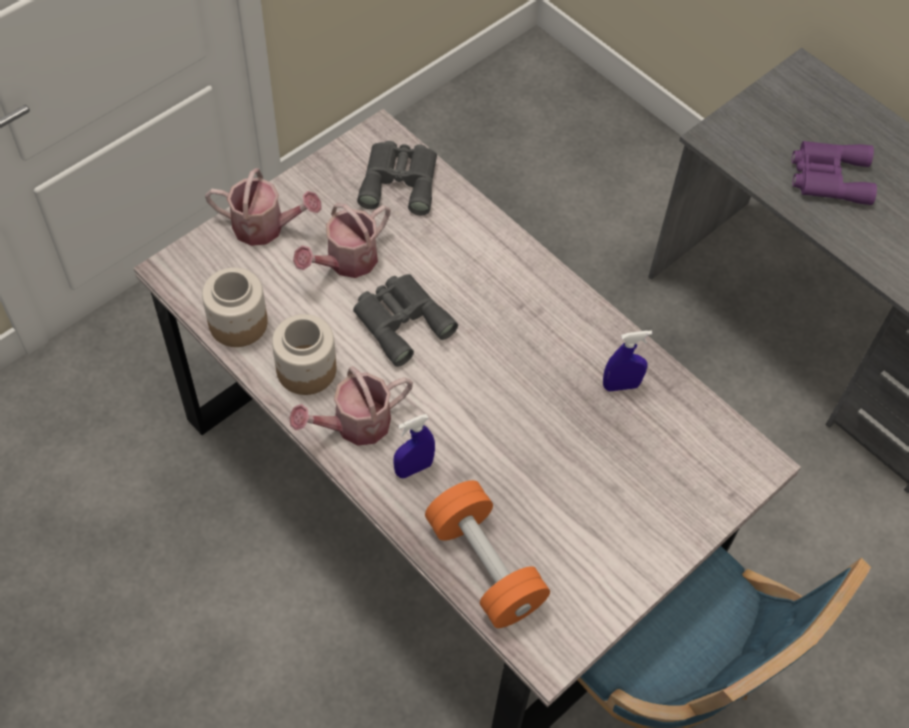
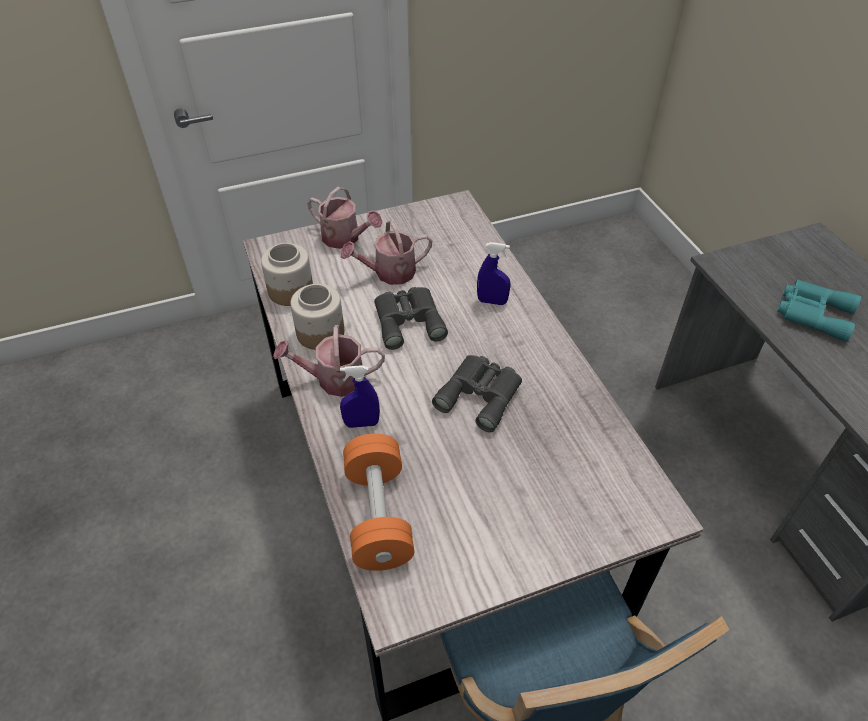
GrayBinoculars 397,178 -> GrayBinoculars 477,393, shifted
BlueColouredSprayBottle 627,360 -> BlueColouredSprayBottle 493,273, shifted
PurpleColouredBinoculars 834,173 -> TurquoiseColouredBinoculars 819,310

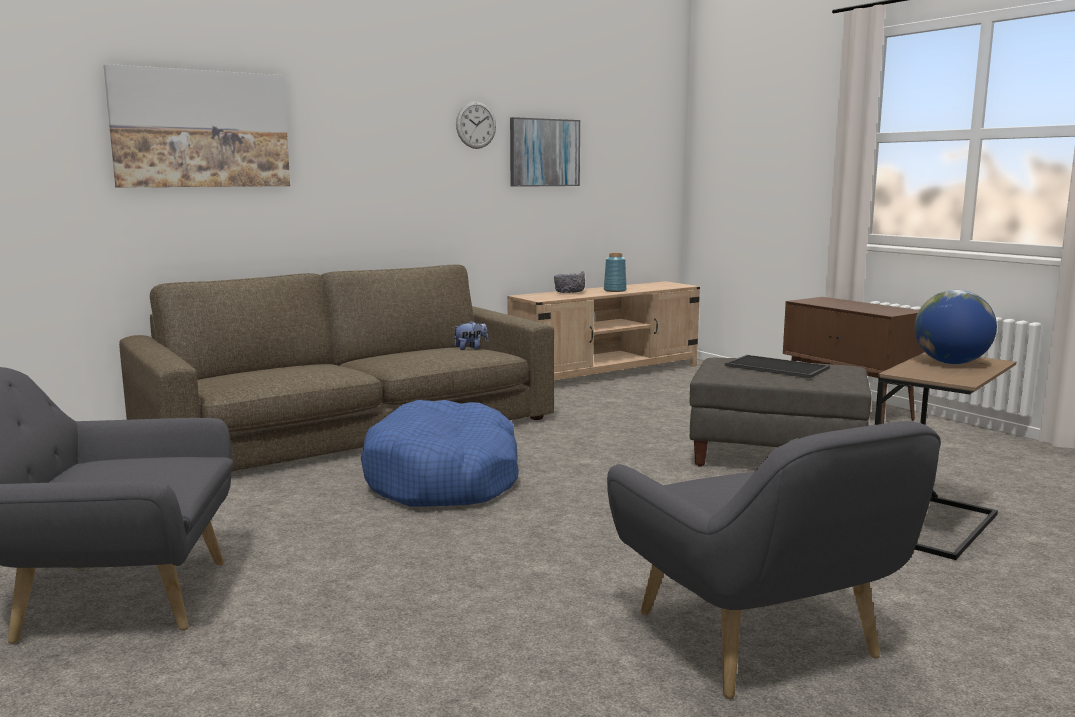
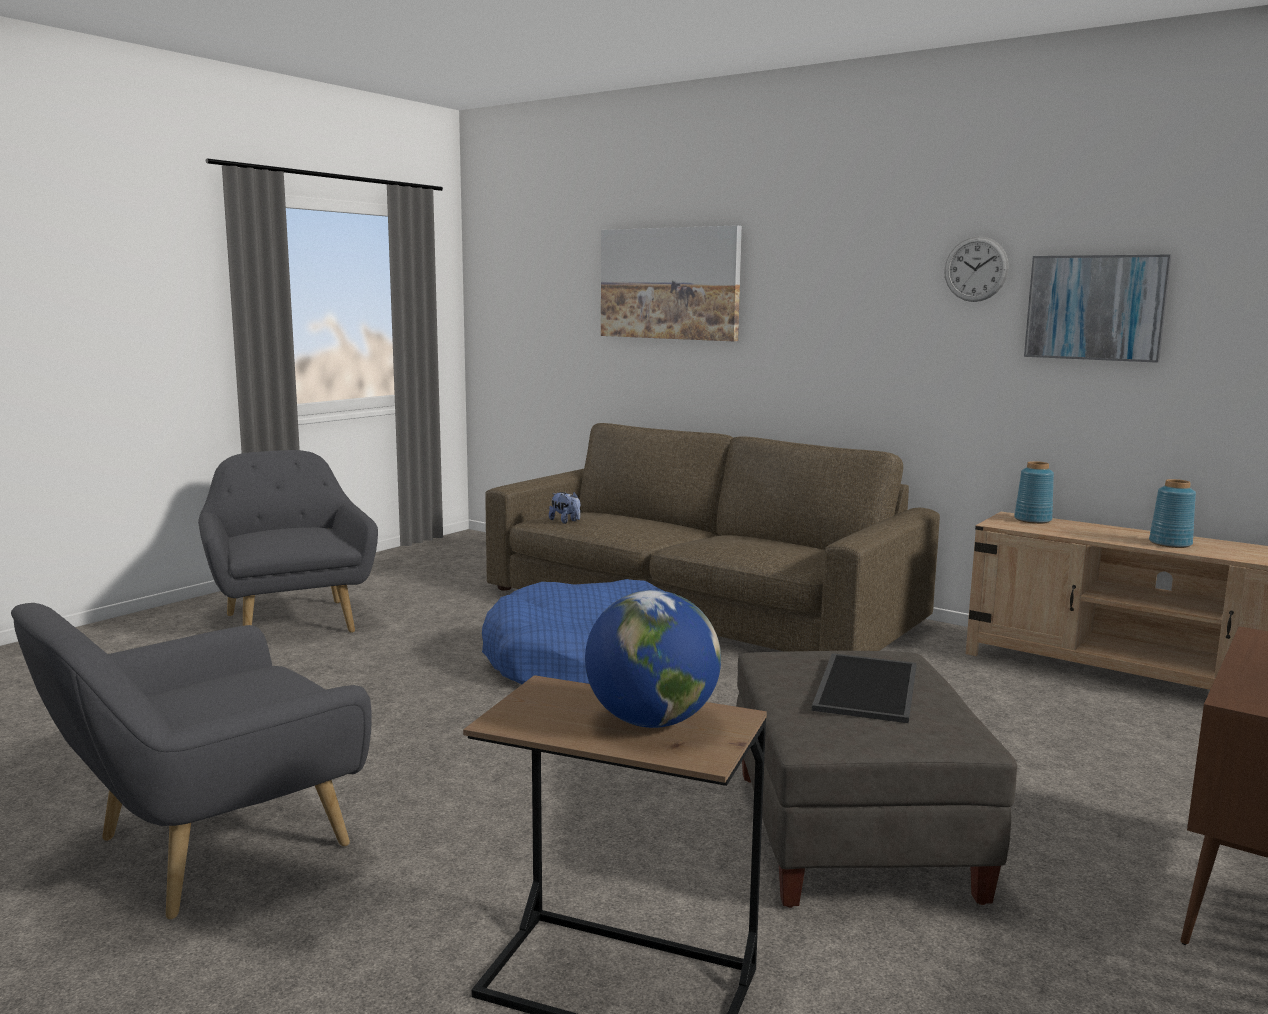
SoftToy 471,335 -> SoftToy 564,508, shifted
GrayServingBowl 569,282 -> none
none -> BlueColouredVase 1034,492

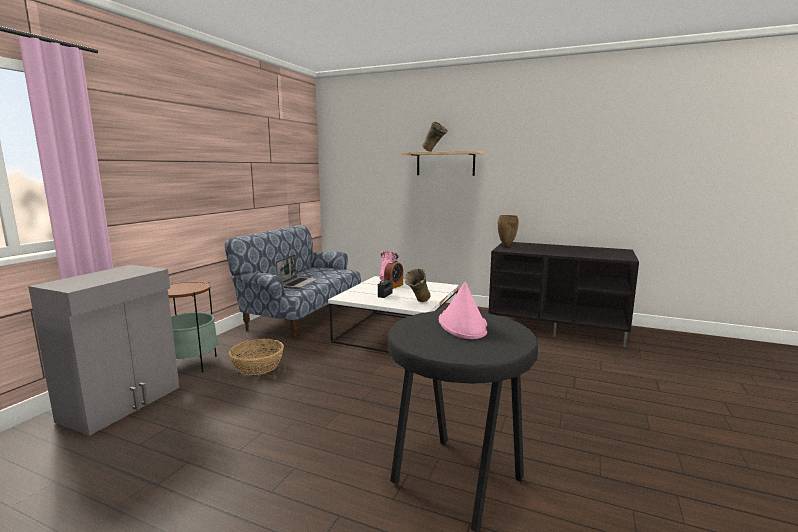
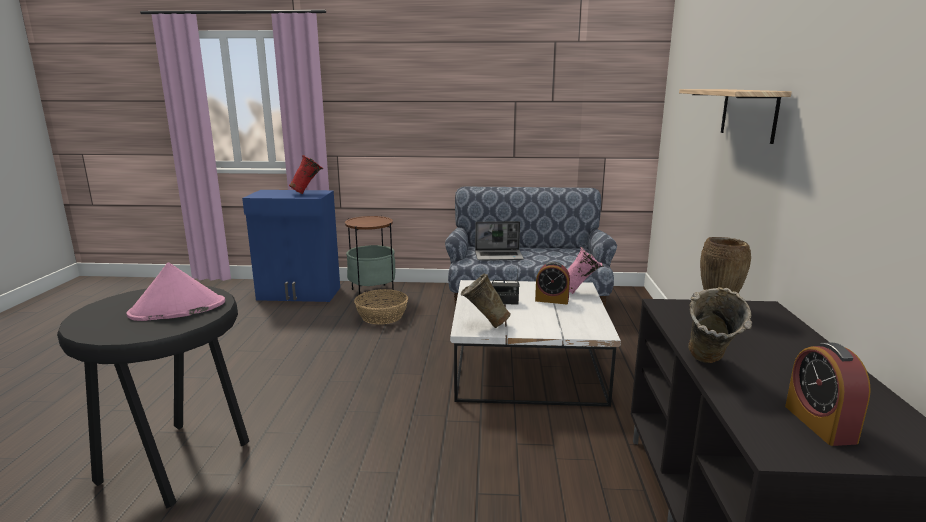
GrayCupboard 103,350 -> BlueColouredCupboard 291,246
BeigeVase 435,137 -> BeigeVase 720,325, shifted
none -> ReddishVase 306,174
none -> BedsideClock 828,394

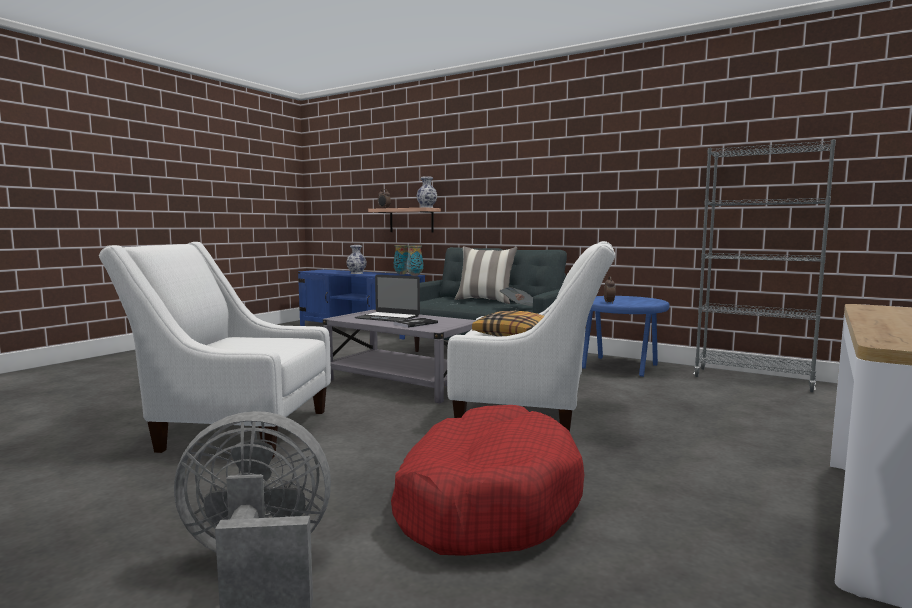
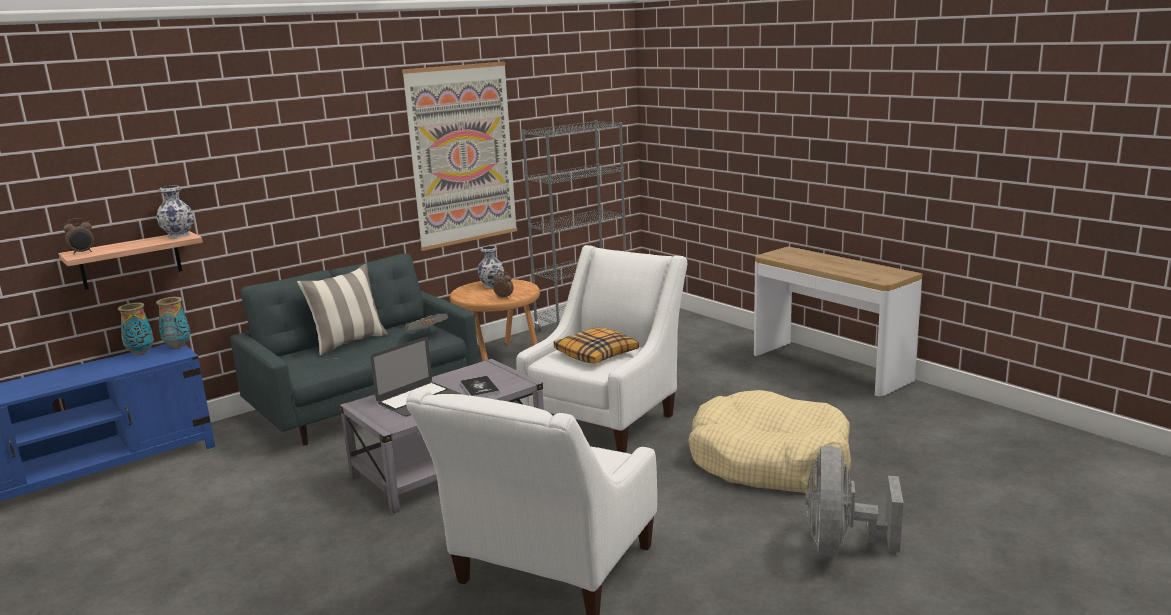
Vase 356,259 -> Vase 490,267, shifted
ReddishDogBed 487,480 -> BeigeDogBed 770,441
BlueColouredAccentTable 626,336 -> BrownAccentTable 495,320
none -> WallPicture 459,156

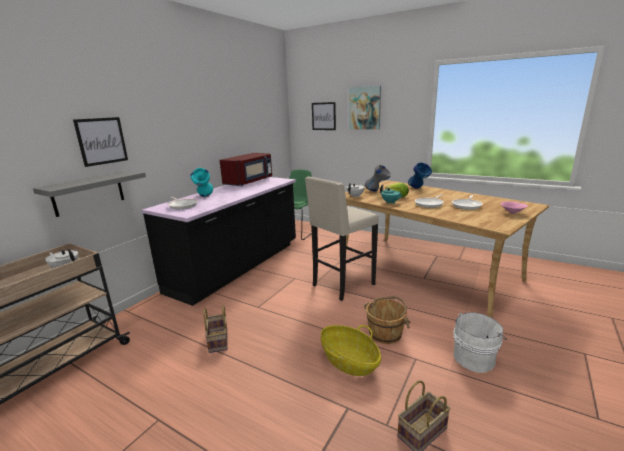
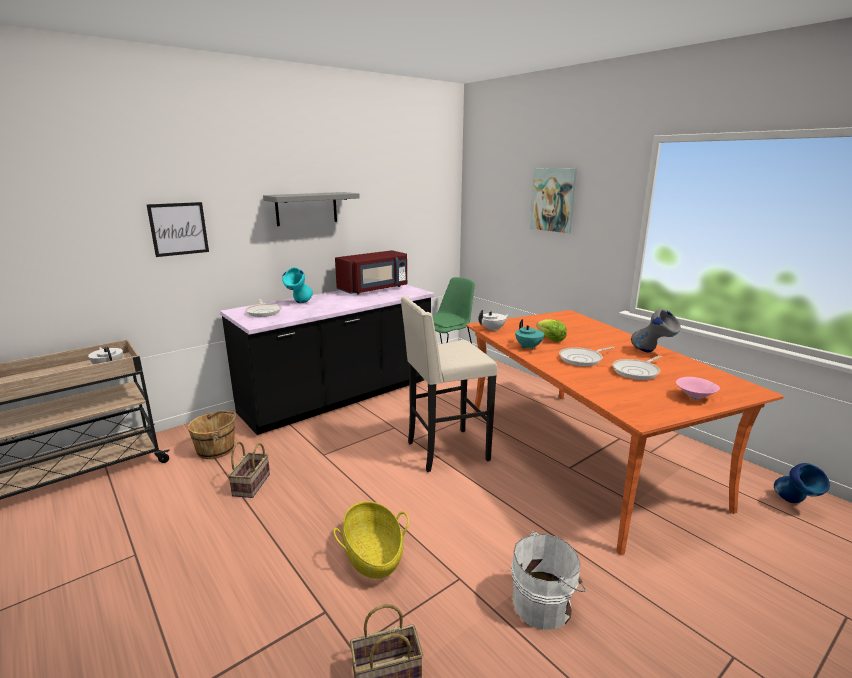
GrayShelf 89,194 -> GrayShelf 311,209, shifted
WallPicture 324,116 -> none
BeigeDinnerTable 447,249 -> OrangeColouredDinnerTable 625,432
BrownWaterBucket 387,320 -> BrownWaterBucket 212,434, shifted
GrayVase 378,178 -> GrayVase 656,330, shifted
BlueColouredVase 420,175 -> BlueColouredVase 802,483, shifted

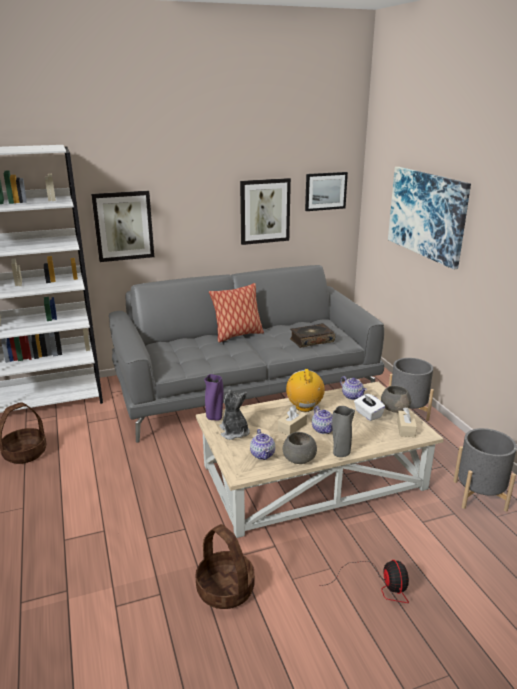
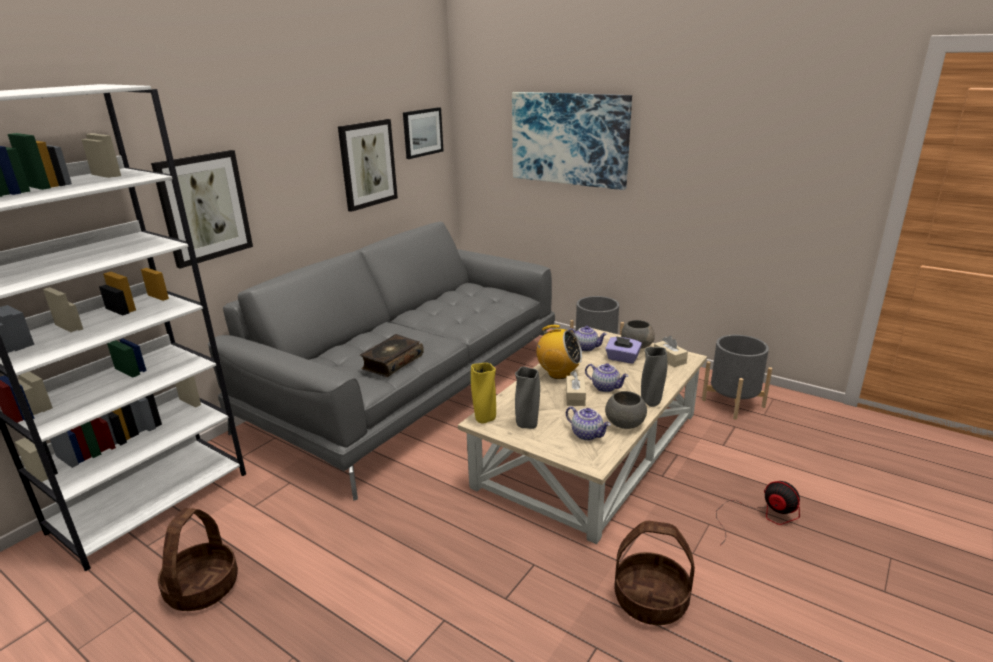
PurpleColouredVase 213,397 -> YellowColouredVase 483,393
Cushion 236,312 -> none
SoftToy 234,415 -> GrayVase 527,398
Radio 305,390 -> Radio 557,352, 150 degrees clockwise
Volume 312,335 -> Volume 392,355, shifted
WhitishBoxOfTissues 369,407 -> PurpleColouredBoxOfTissues 623,350

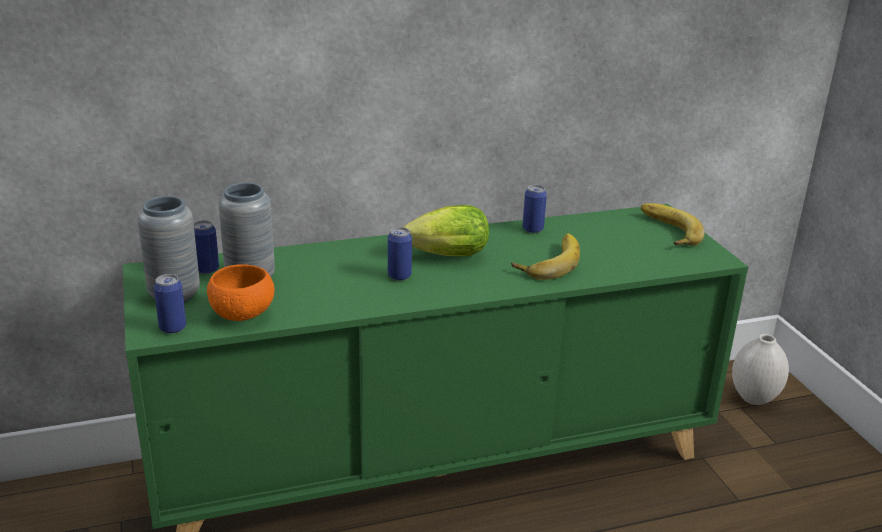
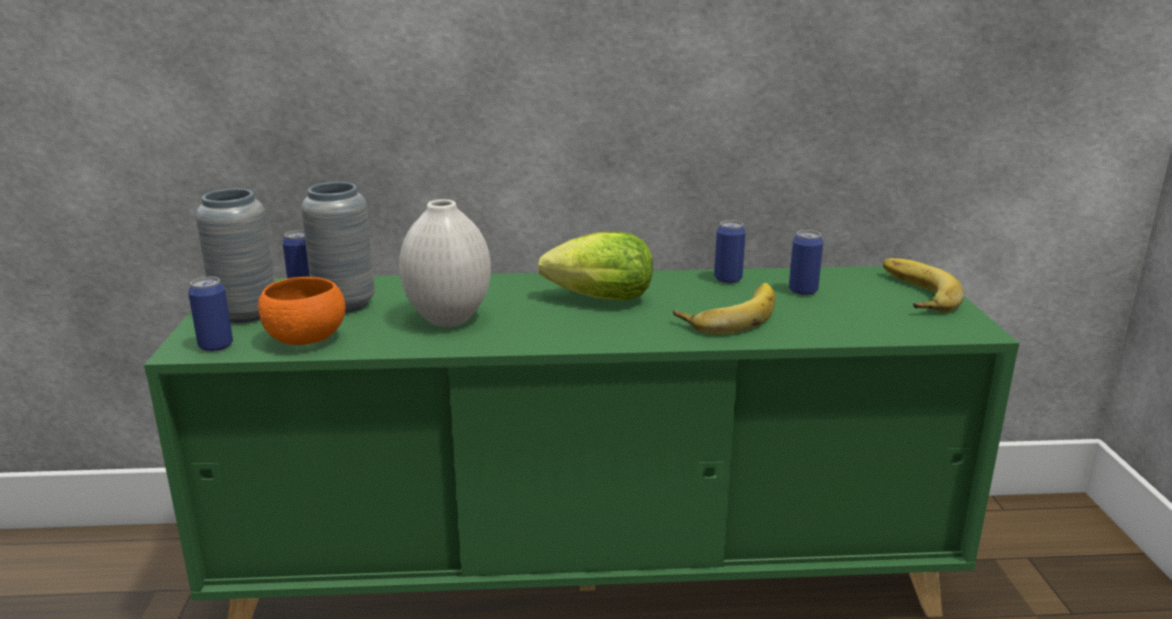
MetalCan 400,254 -> MetalCan 806,262, shifted
WhitishVase 760,369 -> WhitishVase 445,263, shifted

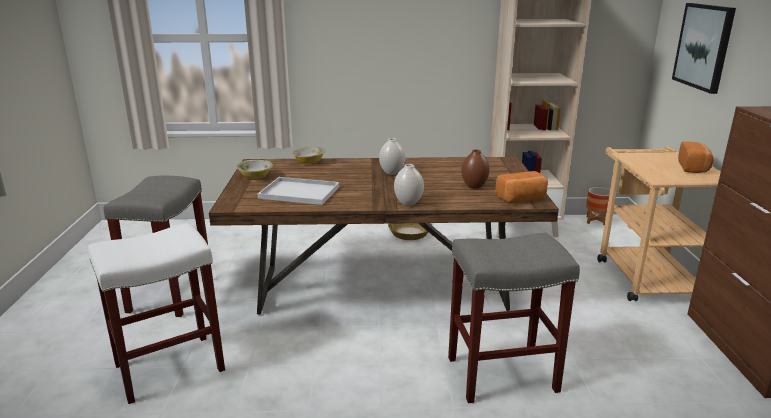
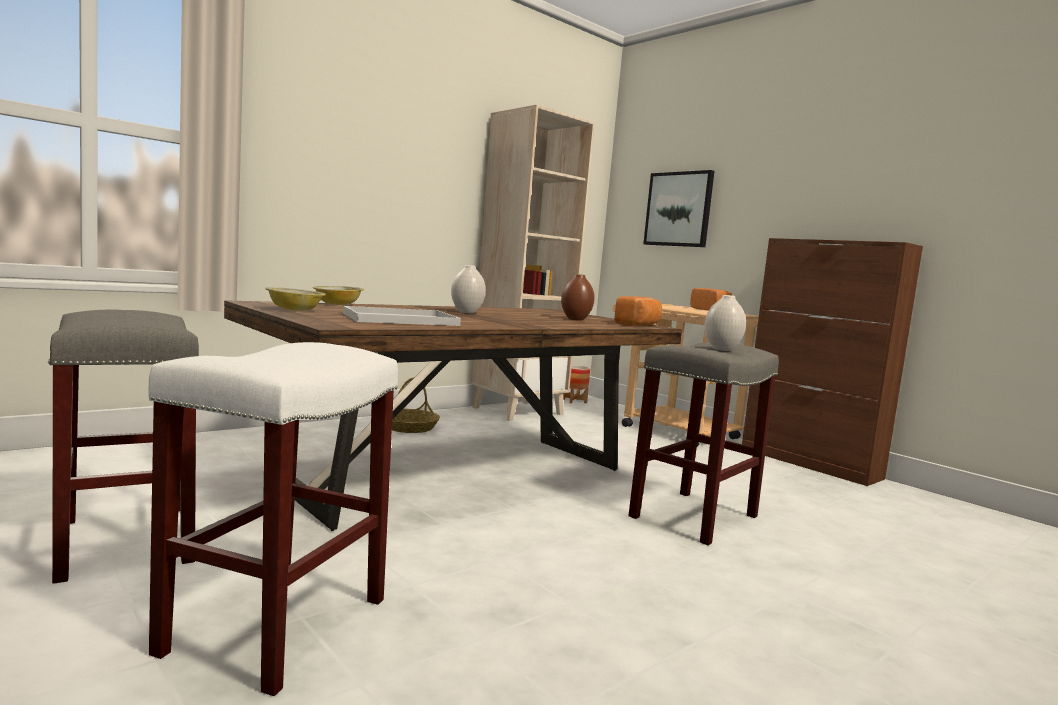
WhitishVase 409,185 -> WhitishVase 725,323, shifted

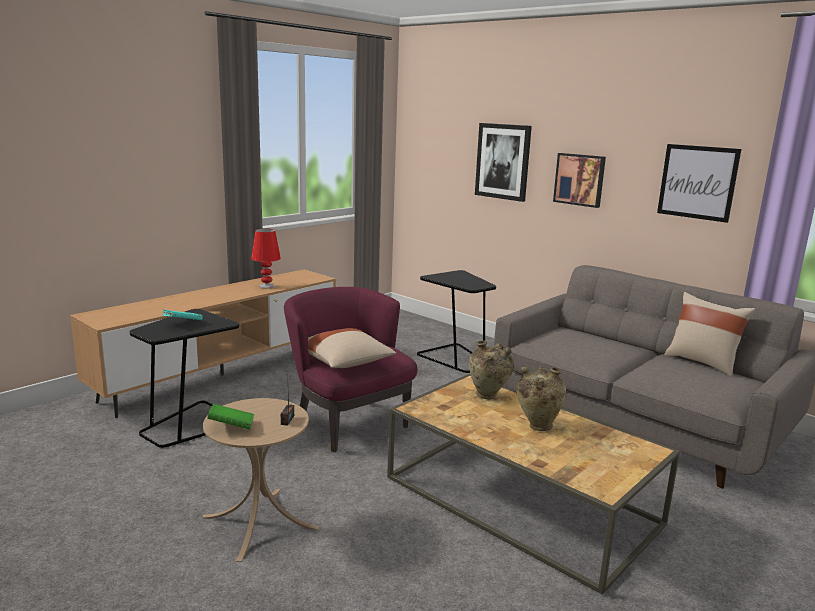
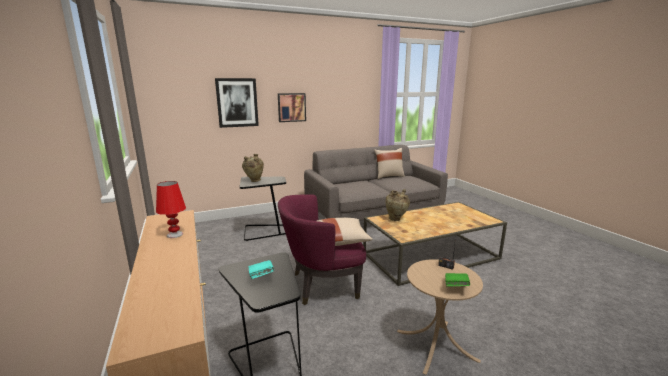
BeigeVase 541,398 -> BeigeVase 253,168, shifted
WallPicture 699,183 -> none

